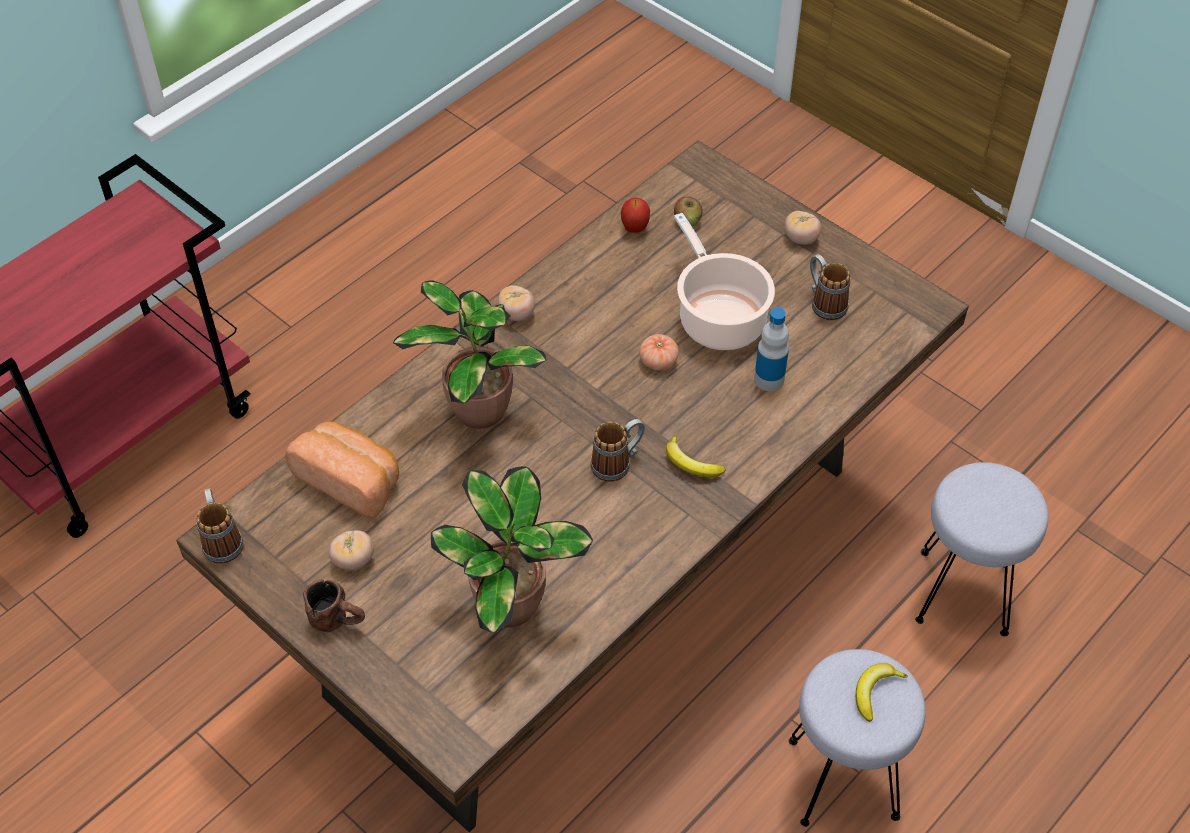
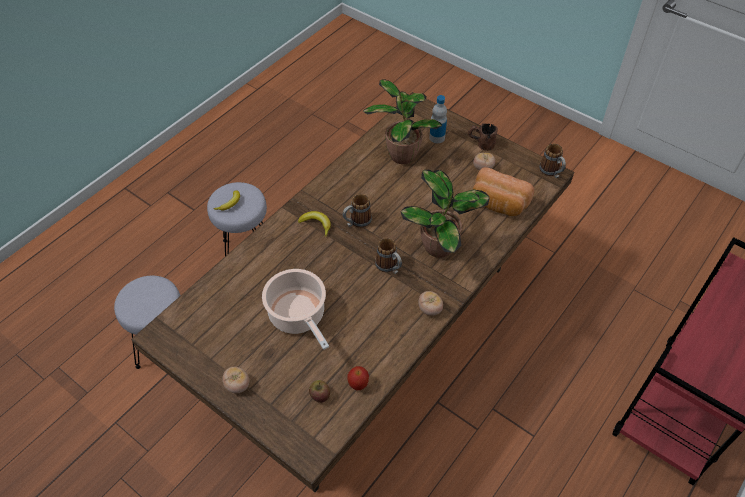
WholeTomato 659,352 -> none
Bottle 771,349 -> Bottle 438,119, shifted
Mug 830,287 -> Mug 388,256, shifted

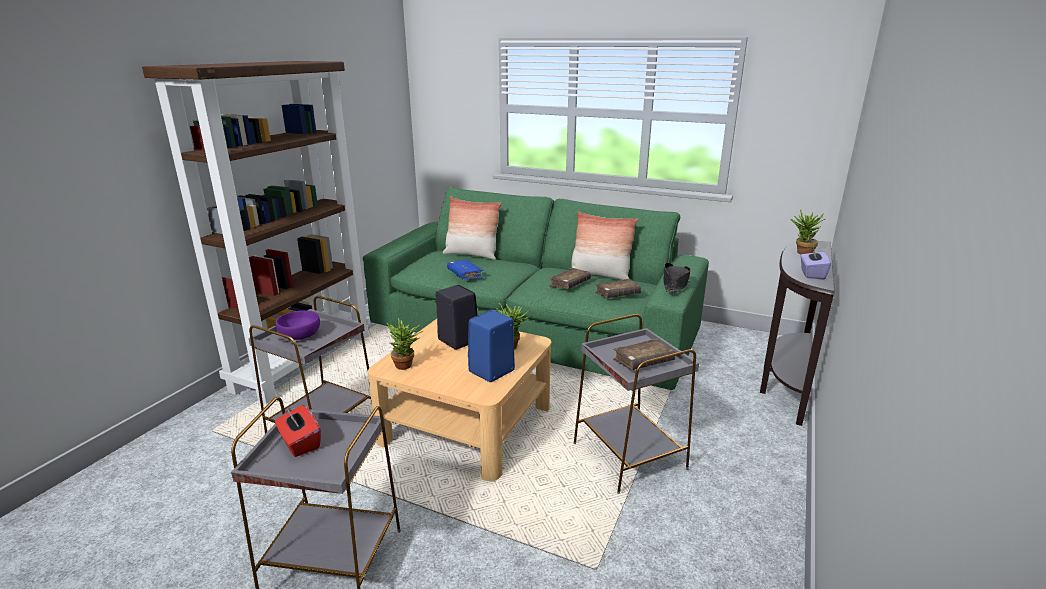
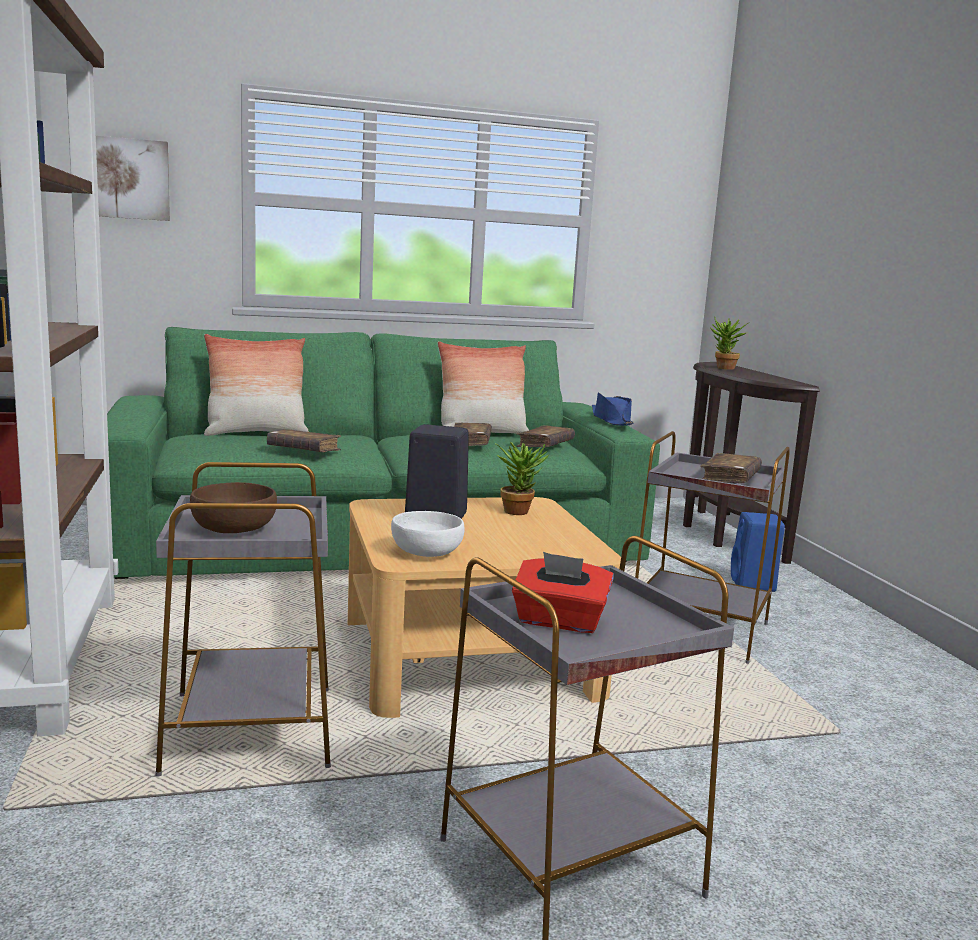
PurpleColouredServingBowl 297,325 -> BrownServingBowl 233,507
Houseplant 405,344 -> WhitishServingBowl 428,534
BlueColouredVolume 465,270 -> BrownVolume 304,440
BlueColouredLoudspeaker 491,346 -> BlueColouredLoudspeaker 758,552, shifted
BlackColouredHat 677,277 -> BlueColouredHat 613,409
PurpleColouredBoxOfTissues 815,263 -> none
none -> WallPicture 133,178

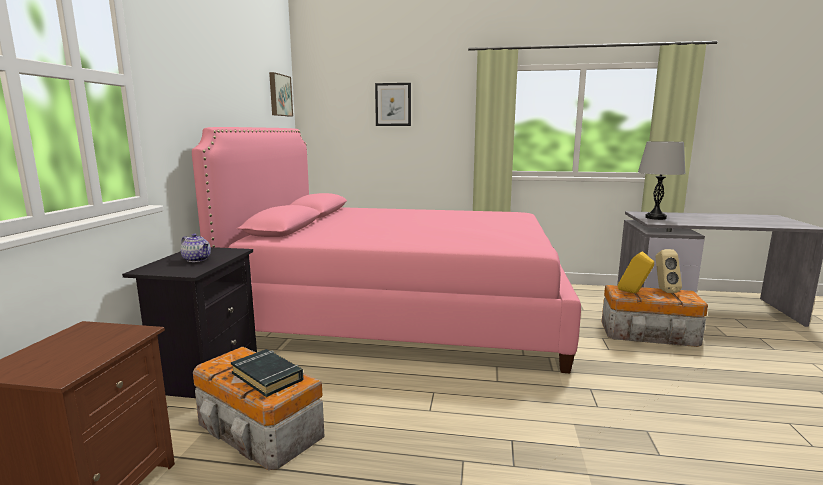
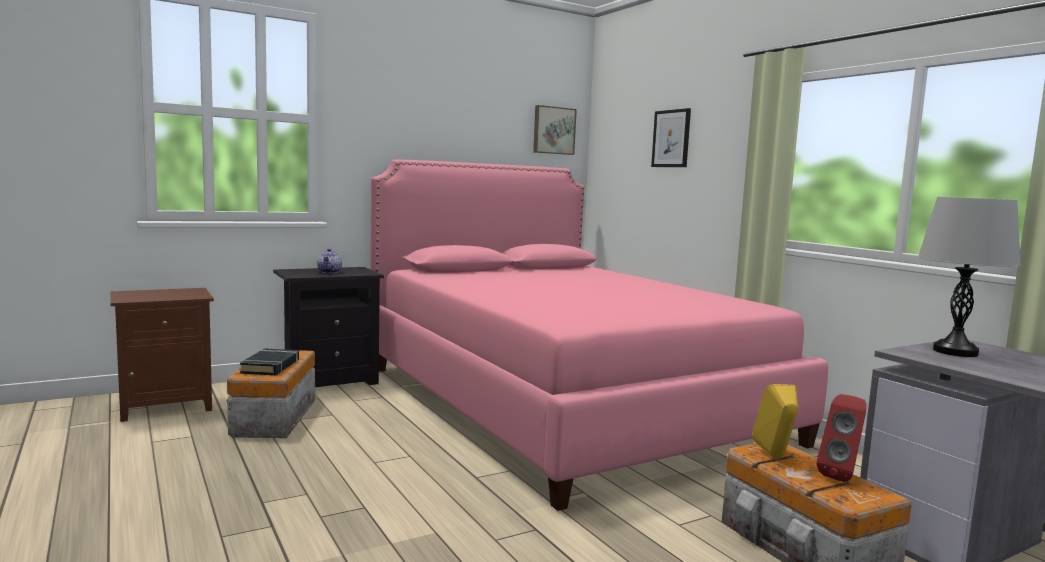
BeigeLoudspeaker 669,271 -> ReddishLoudspeaker 841,438

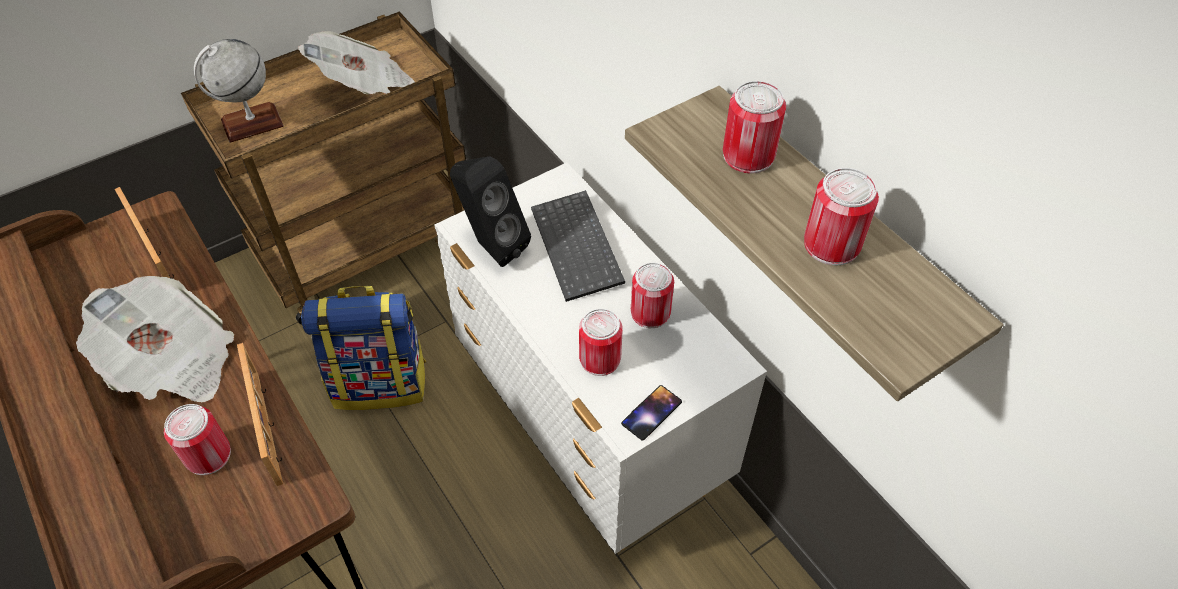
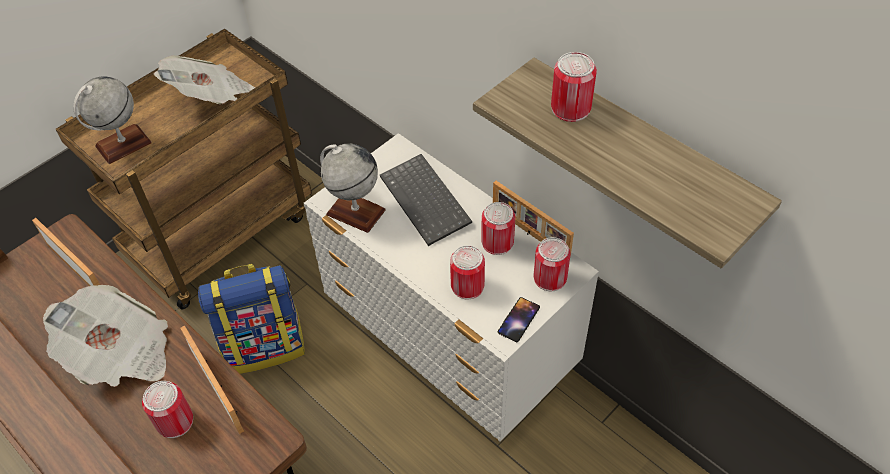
BlackColouredLoudspeaker 490,211 -> Globe 353,188
MetalCan 841,217 -> MetalCan 552,264, shifted
none -> PhotoFrame 533,219

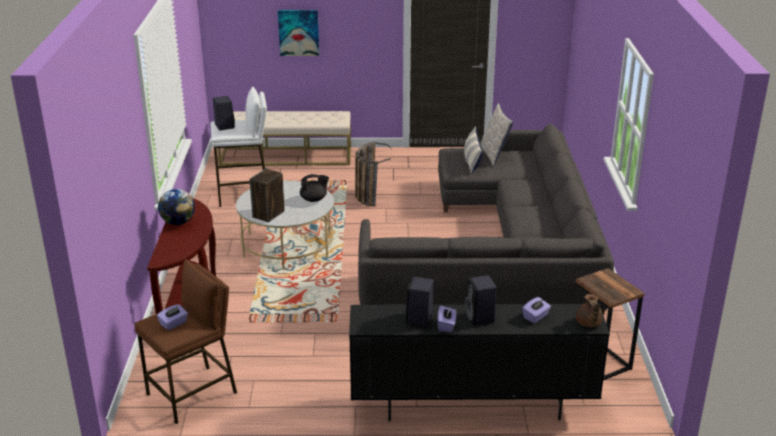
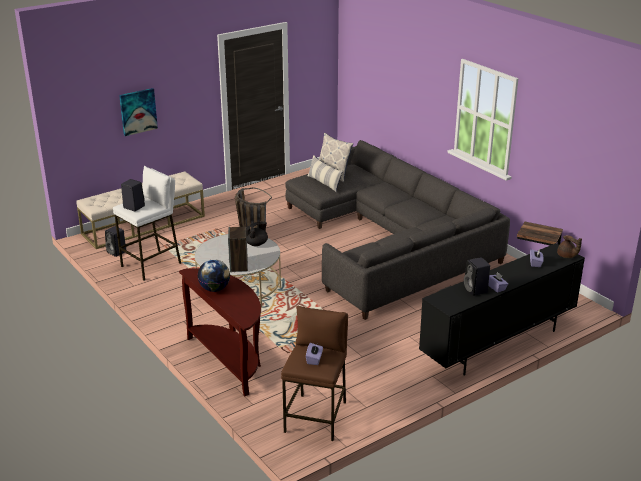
BlackColouredLoudspeaker 481,300 -> BlackColouredLoudspeaker 115,241, shifted

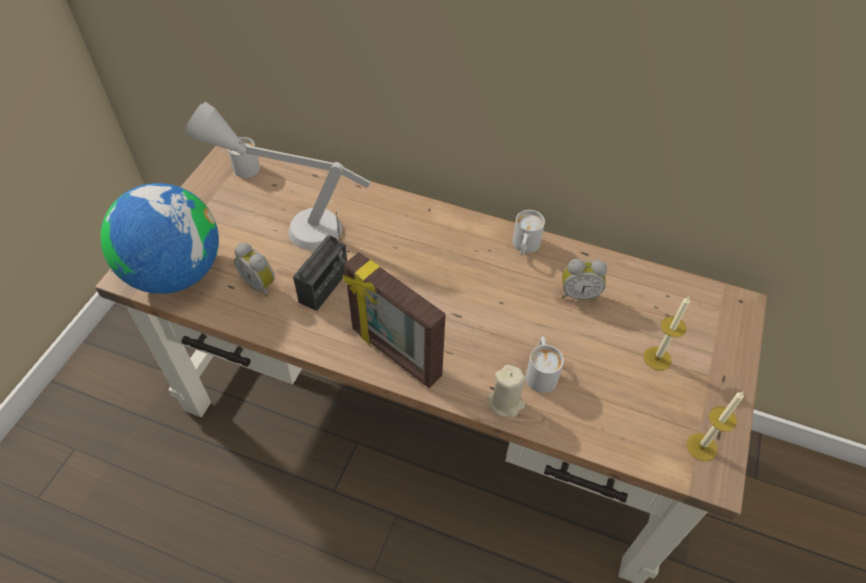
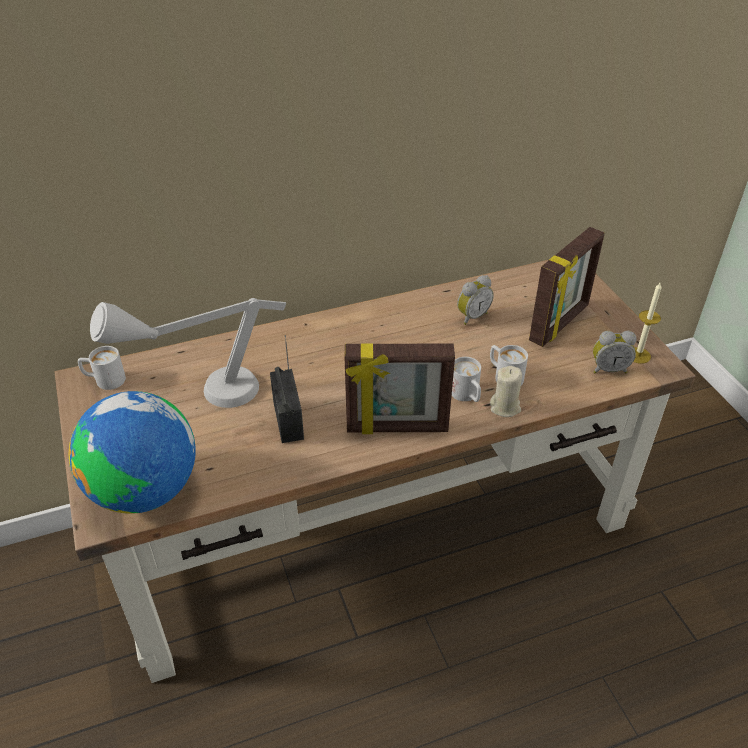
BedsideClock 254,270 -> BedsideClock 615,352, shifted
WhitishMug 529,232 -> WhitishMug 466,379, shifted
Candle 666,333 -> PhotoFrame 566,287

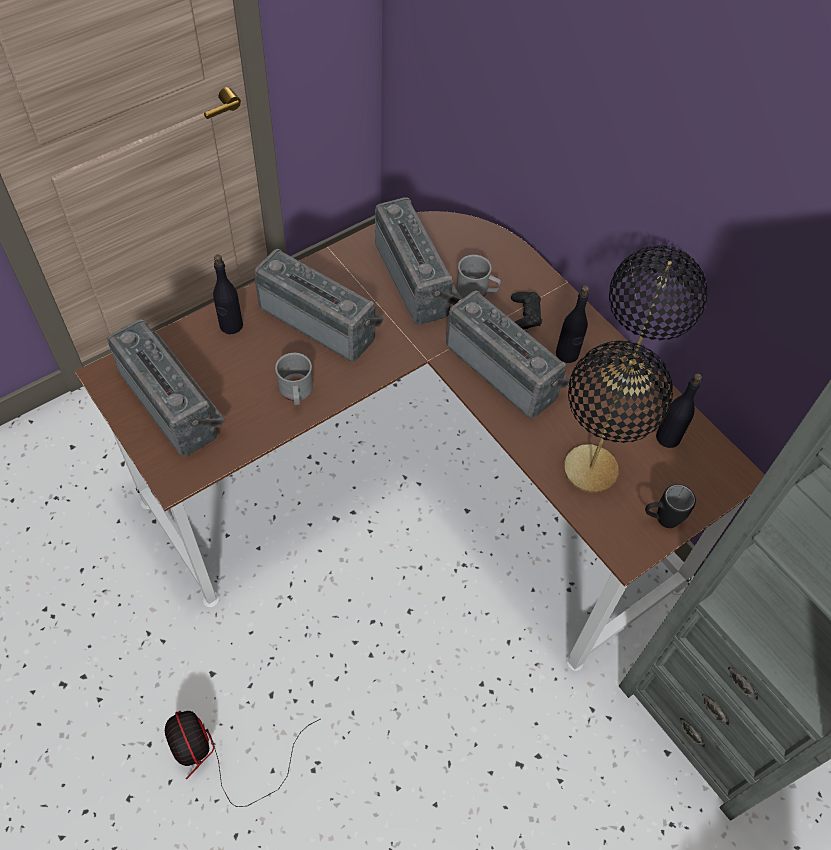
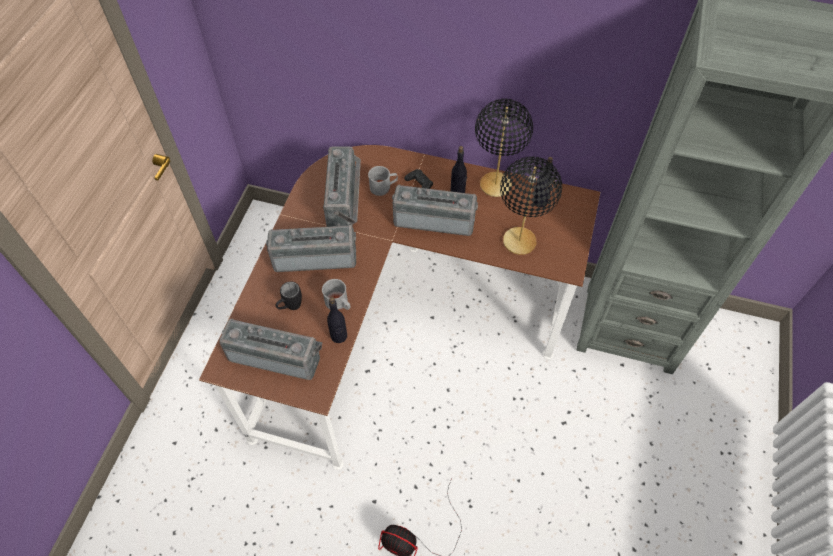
BlackColouredBottle 228,295 -> BlackColouredBottle 337,320, shifted
Radio 418,261 -> Radio 342,187, 60 degrees clockwise
BlackColouredMug 670,506 -> BlackColouredMug 288,296, shifted

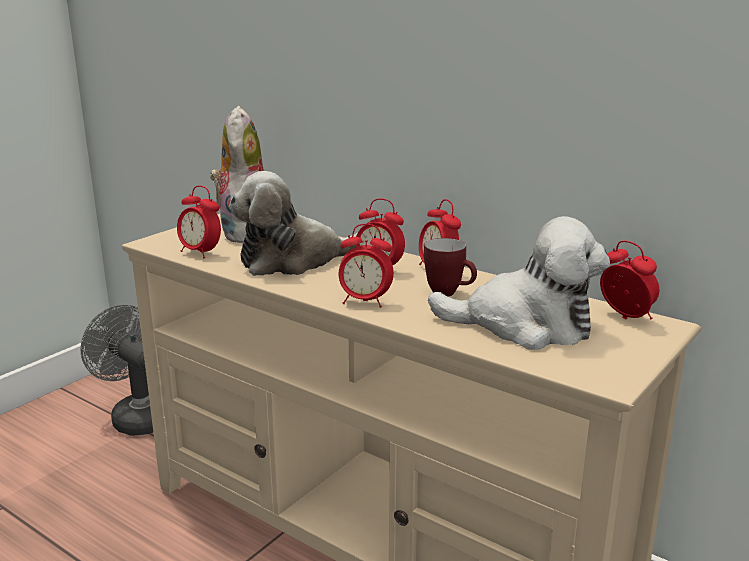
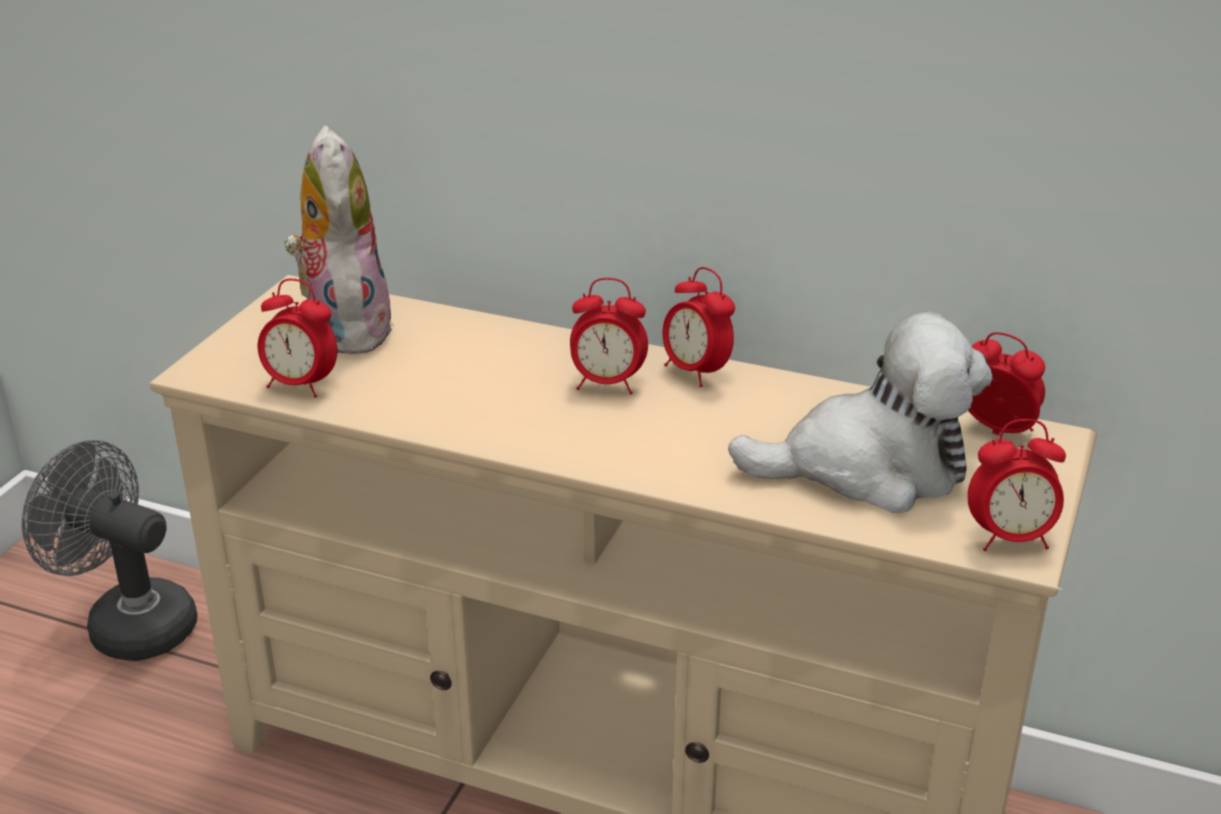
SoftToy 293,223 -> none
BedsideClock 366,266 -> BedsideClock 1016,485, shifted
Mug 450,267 -> none

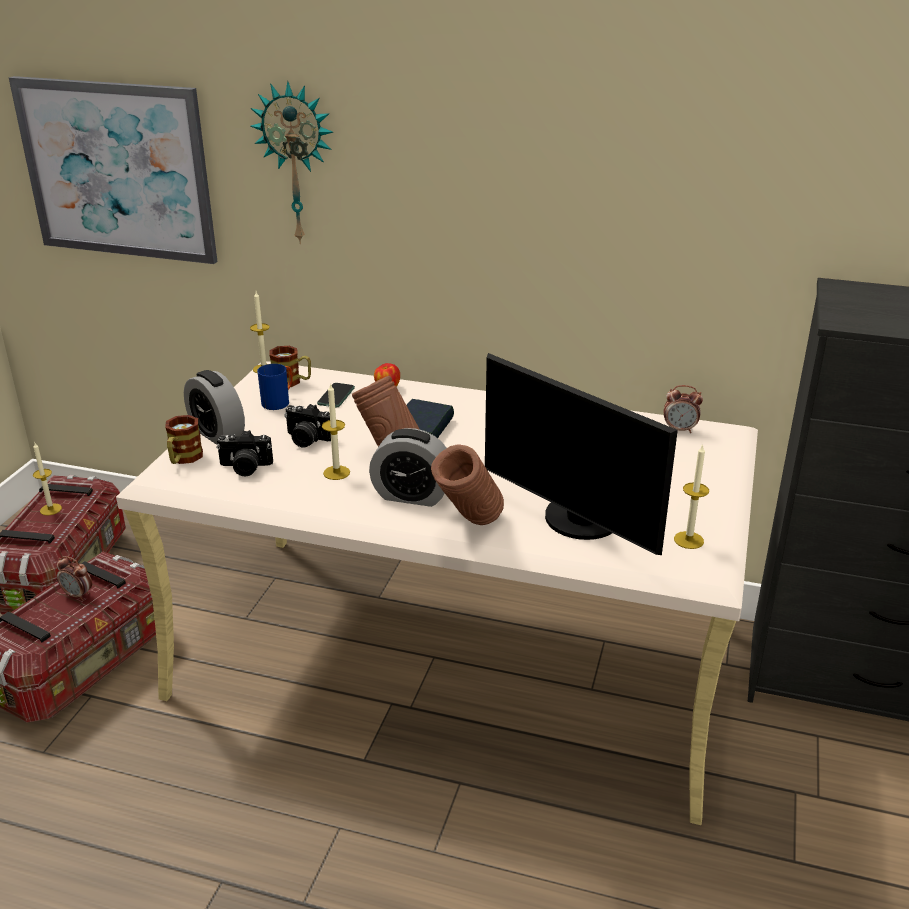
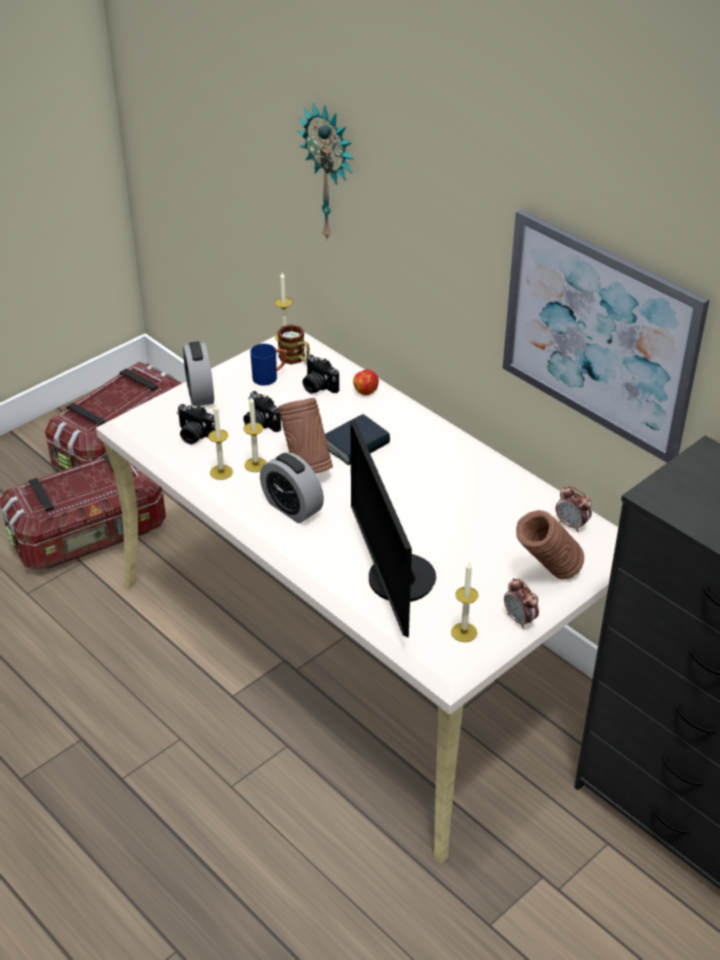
WallPicture 113,170 -> WallPicture 606,336, shifted
Candle 47,479 -> Candle 220,441, shifted
BedsideClock 74,578 -> BedsideClock 521,603, shifted
Mug 184,439 -> none
Telephone 336,395 -> PhotoCamera 321,374
BrownVase 467,485 -> BrownVase 550,544, shifted

